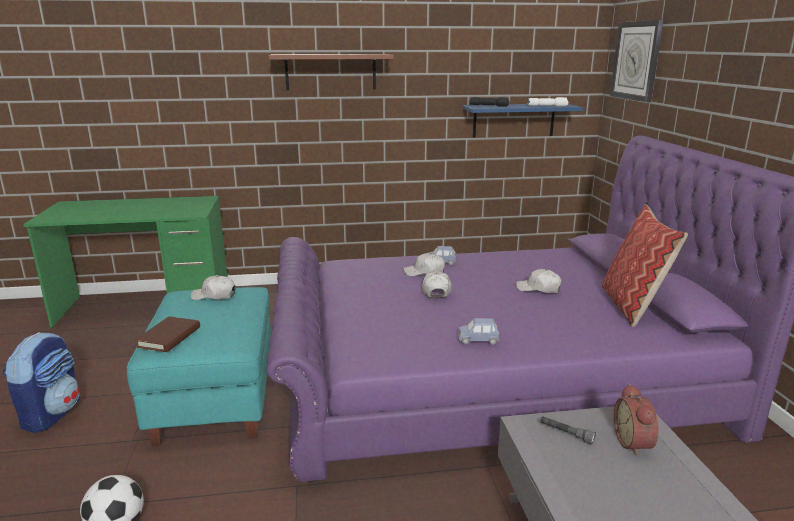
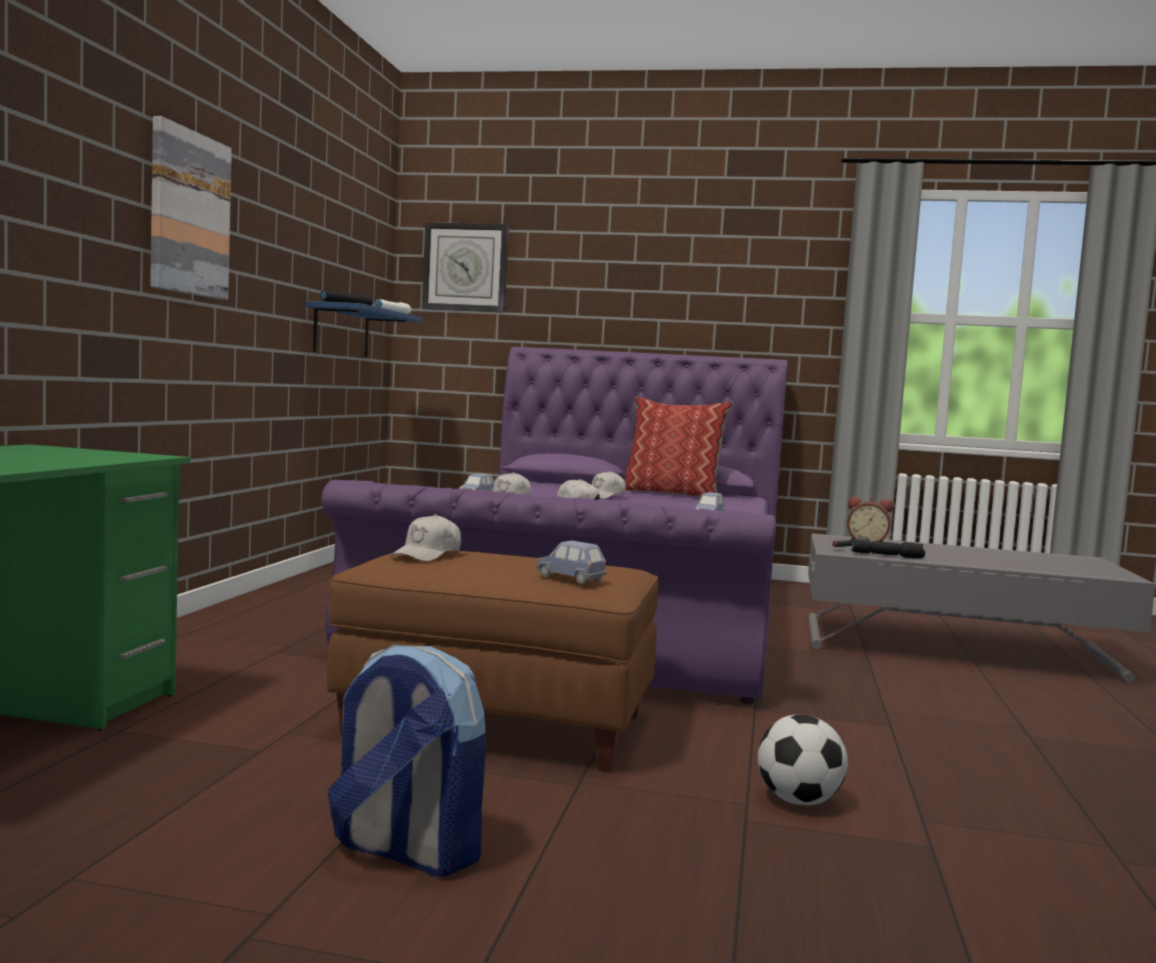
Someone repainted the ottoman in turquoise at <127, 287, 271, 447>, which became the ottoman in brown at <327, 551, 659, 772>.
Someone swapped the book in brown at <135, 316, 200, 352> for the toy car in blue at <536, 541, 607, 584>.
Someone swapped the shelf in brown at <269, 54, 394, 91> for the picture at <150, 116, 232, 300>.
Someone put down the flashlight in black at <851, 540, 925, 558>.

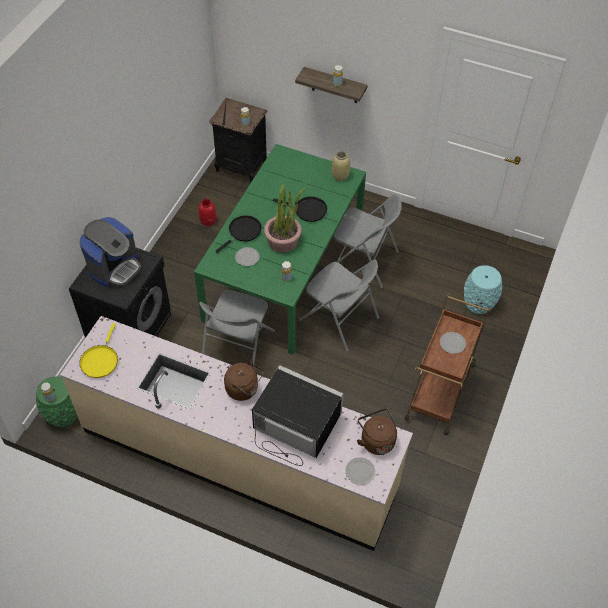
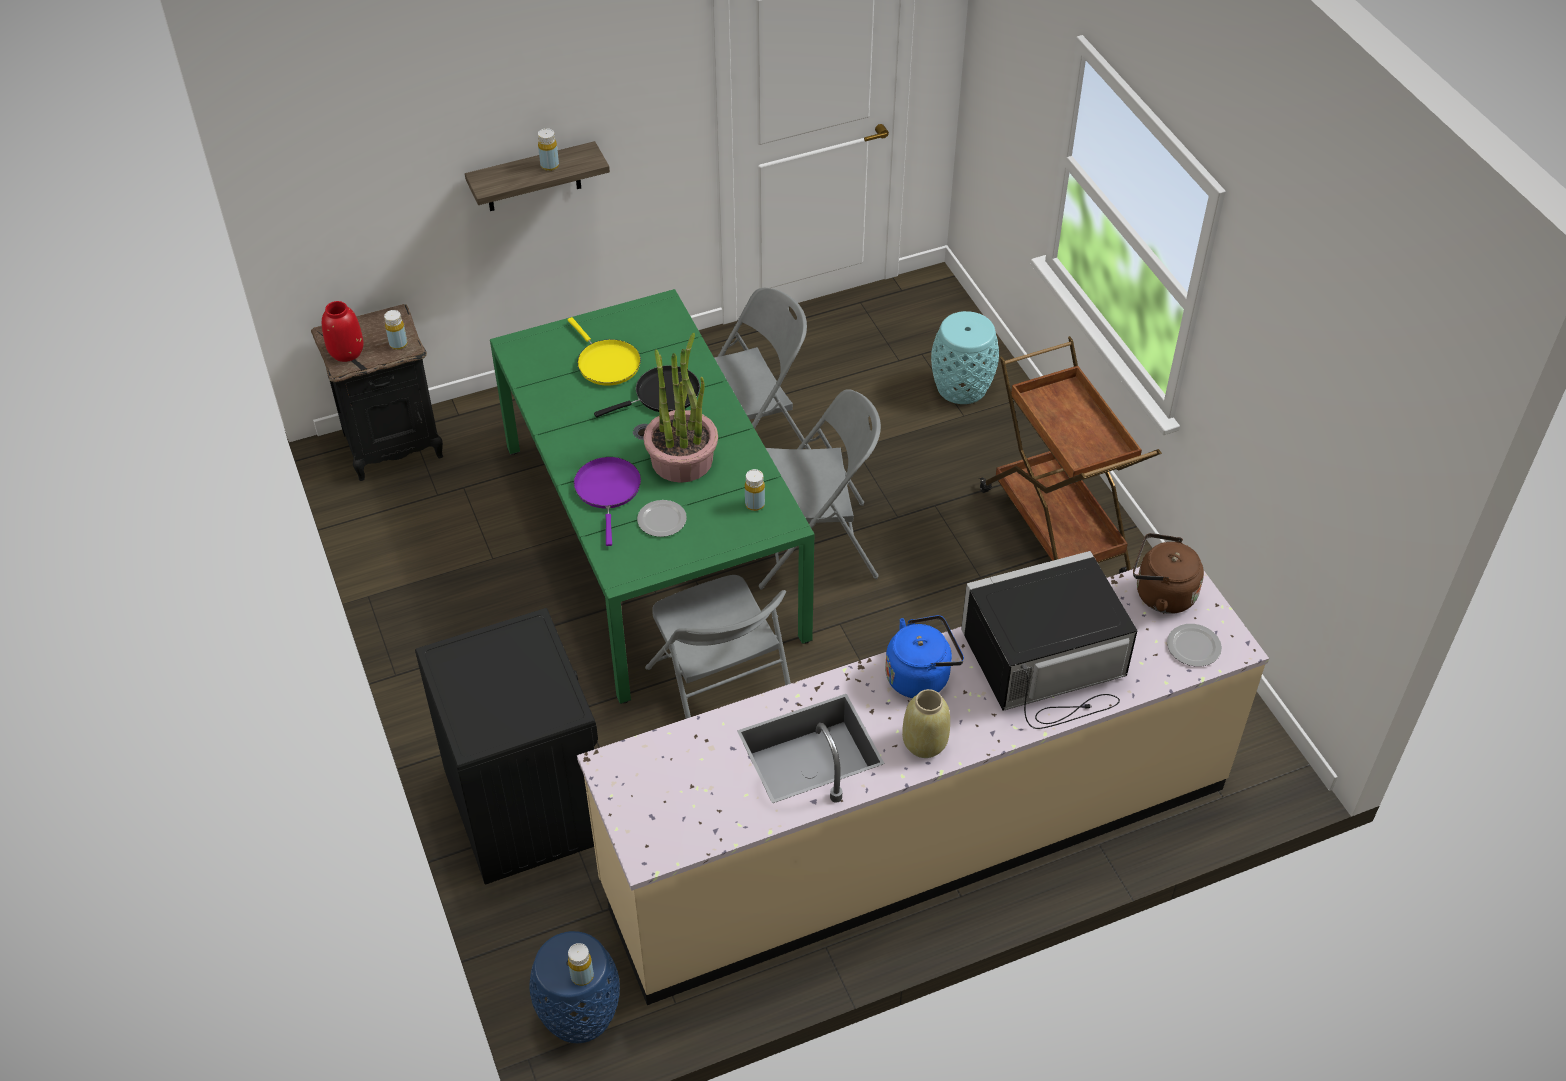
Someone repainted the stool in green at <36, 377, 78, 428>, which became the stool in blue at <530, 931, 620, 1043>.
Someone carried the frying pan in yellow from <79, 323, 118, 378> to <568, 317, 641, 385>.
Someone took away the coffee machine at <80, 217, 141, 288>.
Someone carried the vase in red from <199, 199, 217, 226> to <322, 301, 364, 362>.
Someone repainted the frying pan in black at <216, 215, 262, 253>, which became the frying pan in purple at <574, 457, 641, 546>.
Someone repainted the kettle in brown at <224, 360, 264, 401>, which became the kettle in blue at <885, 615, 964, 698>.
Someone carried the vase in beige from <331, 151, 350, 181> to <902, 689, 950, 758>.
Someone took away the plate at <440, 332, 466, 354>.

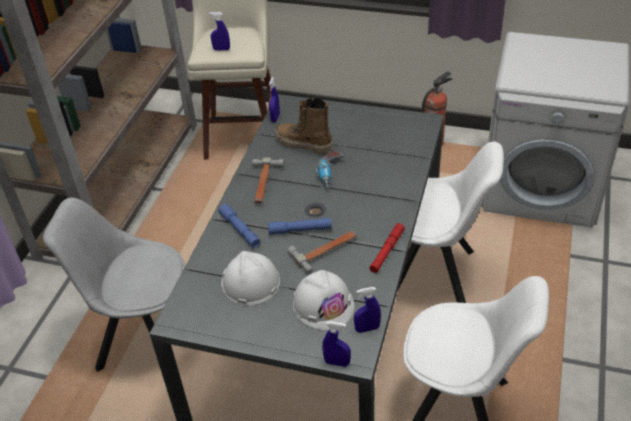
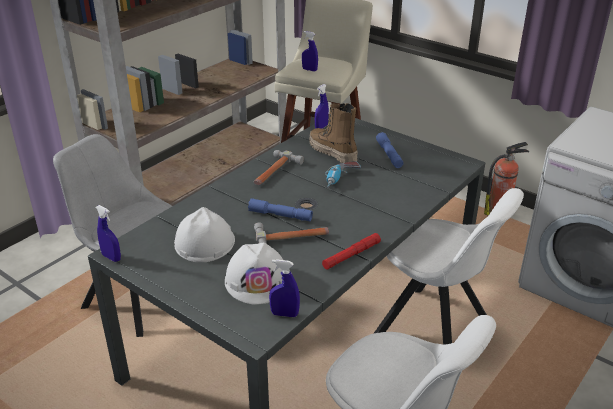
Someone carried the flashlight in blue from <218, 204, 260, 248> to <376, 132, 403, 168>.
Someone carried the spray bottle in blue from <322, 321, 351, 367> to <96, 205, 121, 262>.

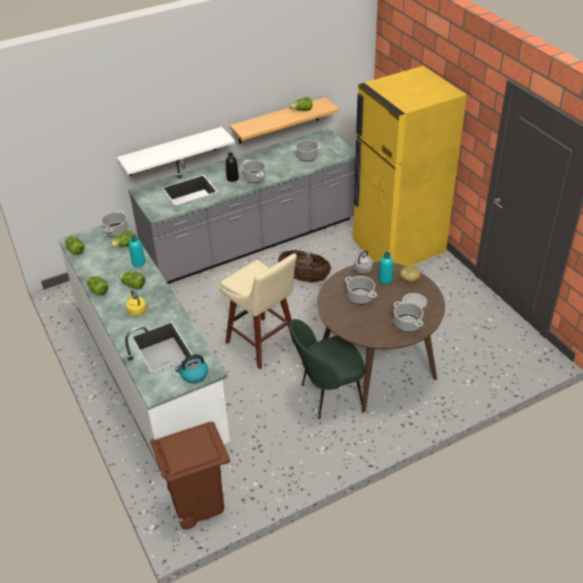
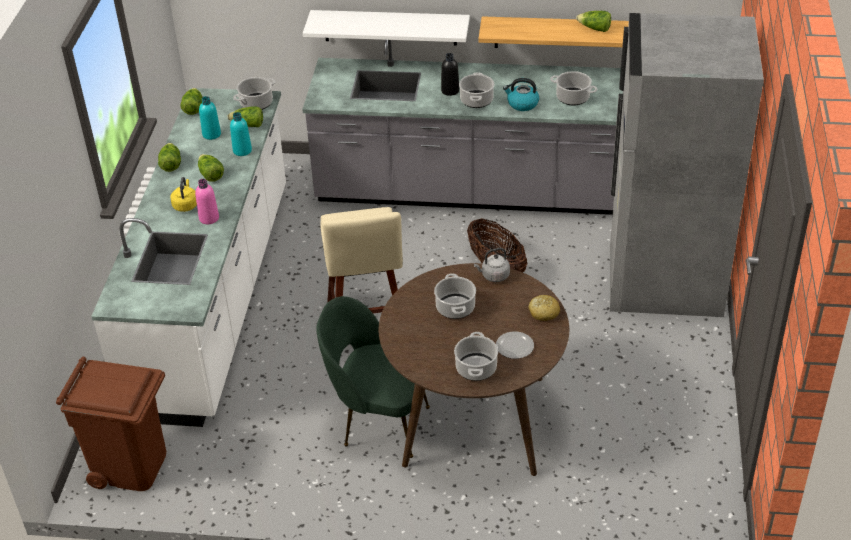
Someone carried the kettle from <175, 354, 208, 383> to <503, 78, 539, 111>.
Someone repainted the fridge in yellow at <353, 66, 467, 266>, which became the fridge in grey at <610, 13, 764, 317>.
Someone carried the bottle in turquoise from <378, 252, 393, 284> to <199, 96, 221, 140>.
Someone put down the bottle in pink at <195, 179, 219, 224>.

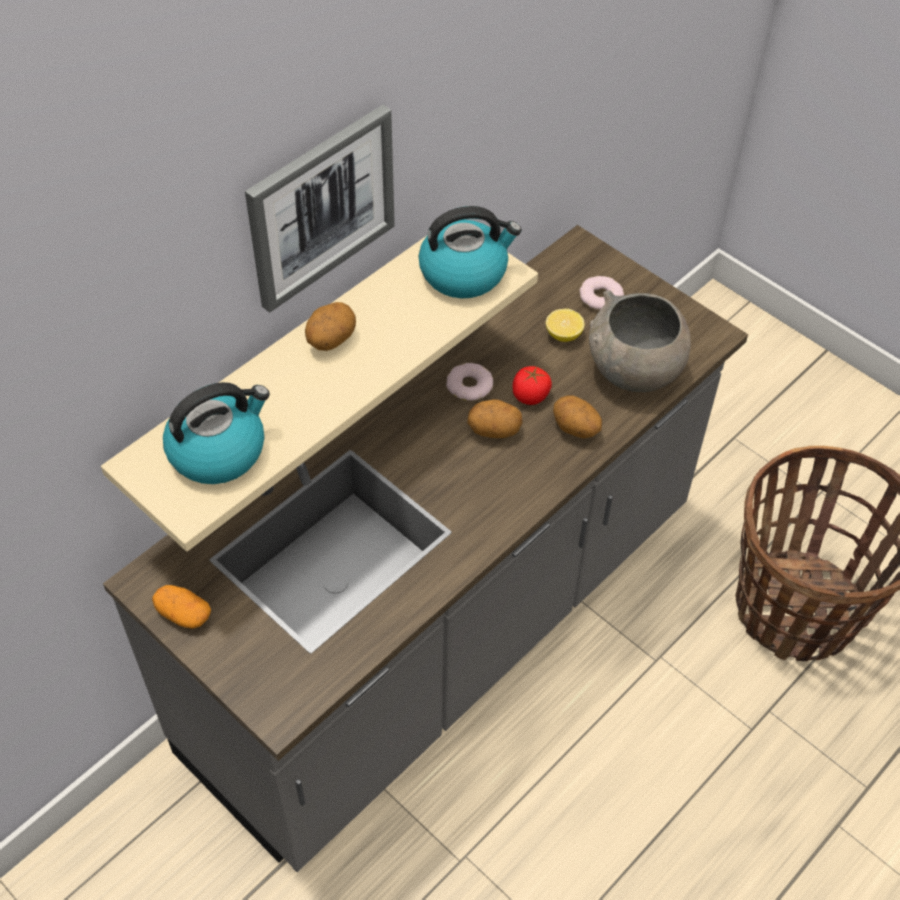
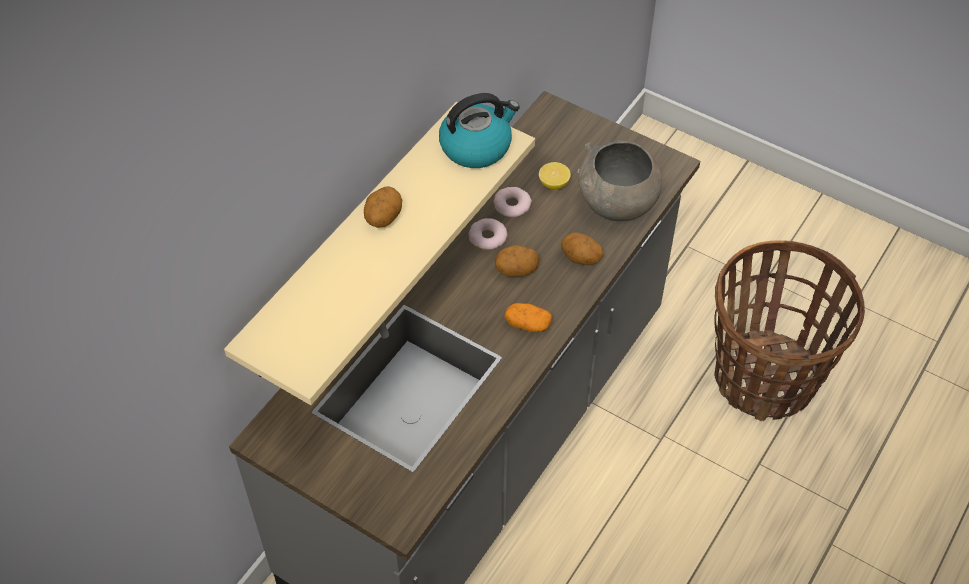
Someone carried the potato from <152, 585, 211, 629> to <504, 303, 552, 332>.
Someone took away the kettle at <163, 382, 270, 484>.
Someone took away the picture at <245, 105, 395, 313>.
Someone took away the tomato at <512, 366, 552, 405>.
Someone carried the donut from <579, 276, 624, 310> to <493, 187, 532, 217>.

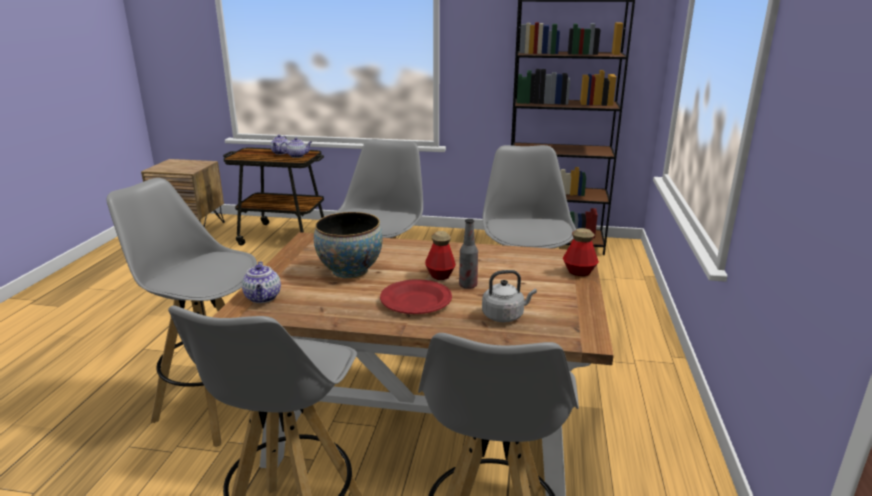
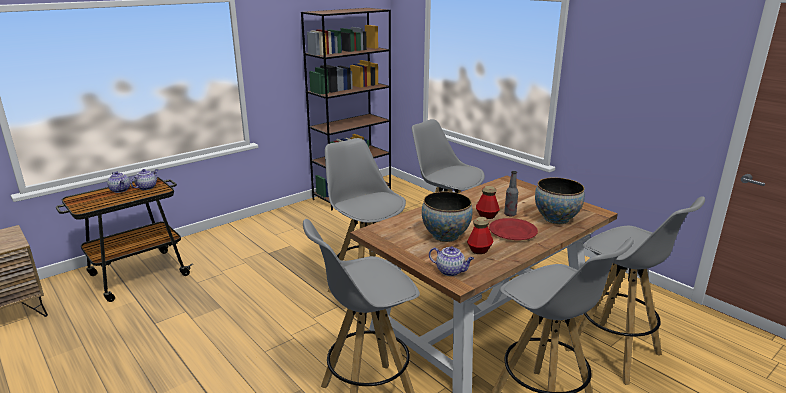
Someone swapped the kettle in grey at <482, 270, 537, 322> for the bowl at <535, 177, 585, 224>.
Someone carried the bottle from <563, 228, 599, 276> to <467, 217, 494, 254>.

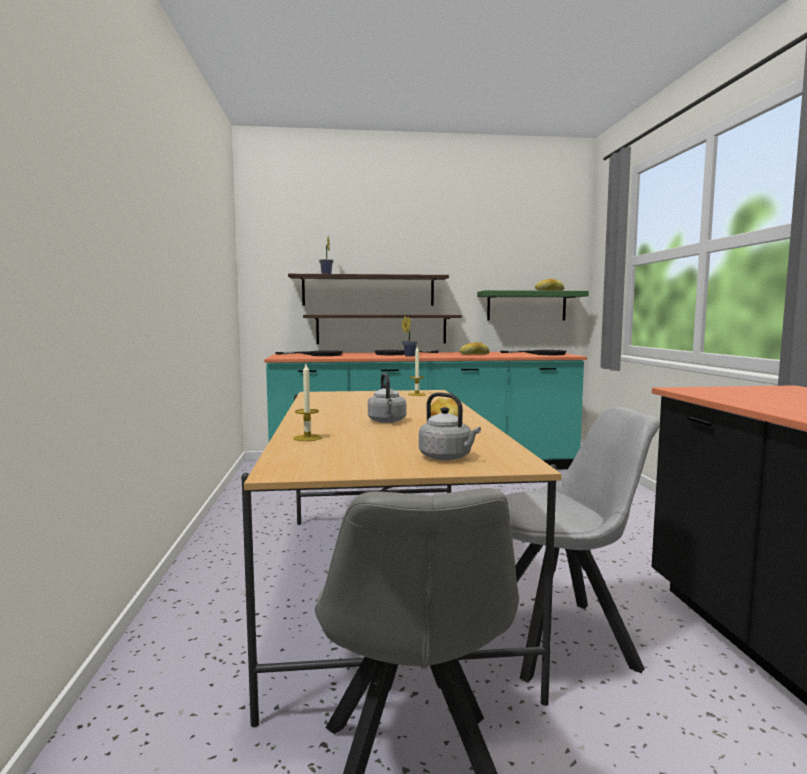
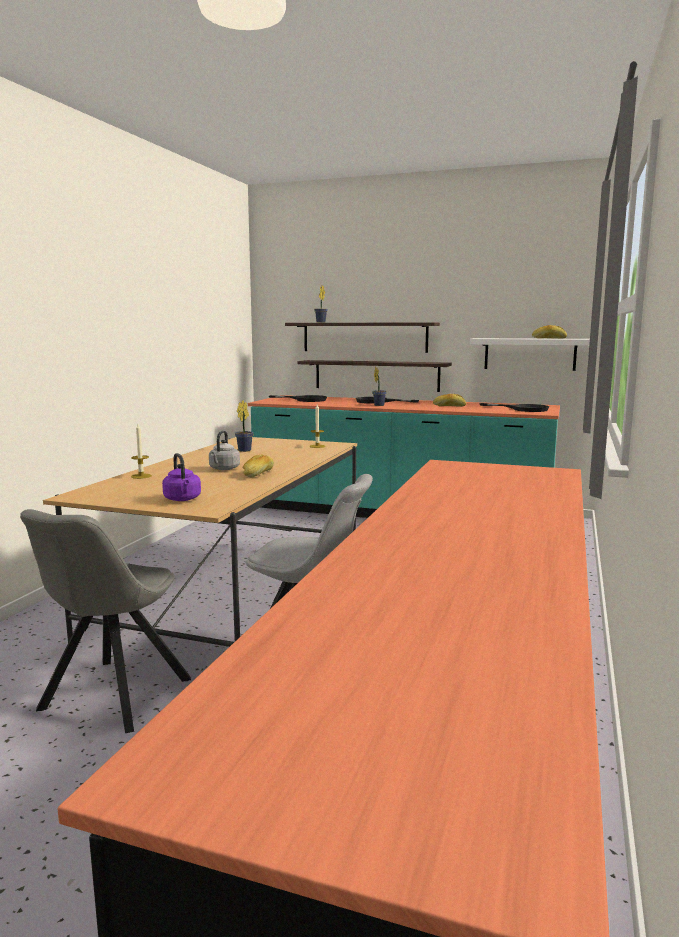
Someone repainted the kettle in grey at <419, 392, 481, 460>, which became the kettle in purple at <162, 453, 201, 501>.
Someone repainted the shelf in green at <477, 290, 589, 320>, which became the shelf in white at <470, 338, 590, 371>.
Someone put down the potted plant at <235, 401, 254, 452>.

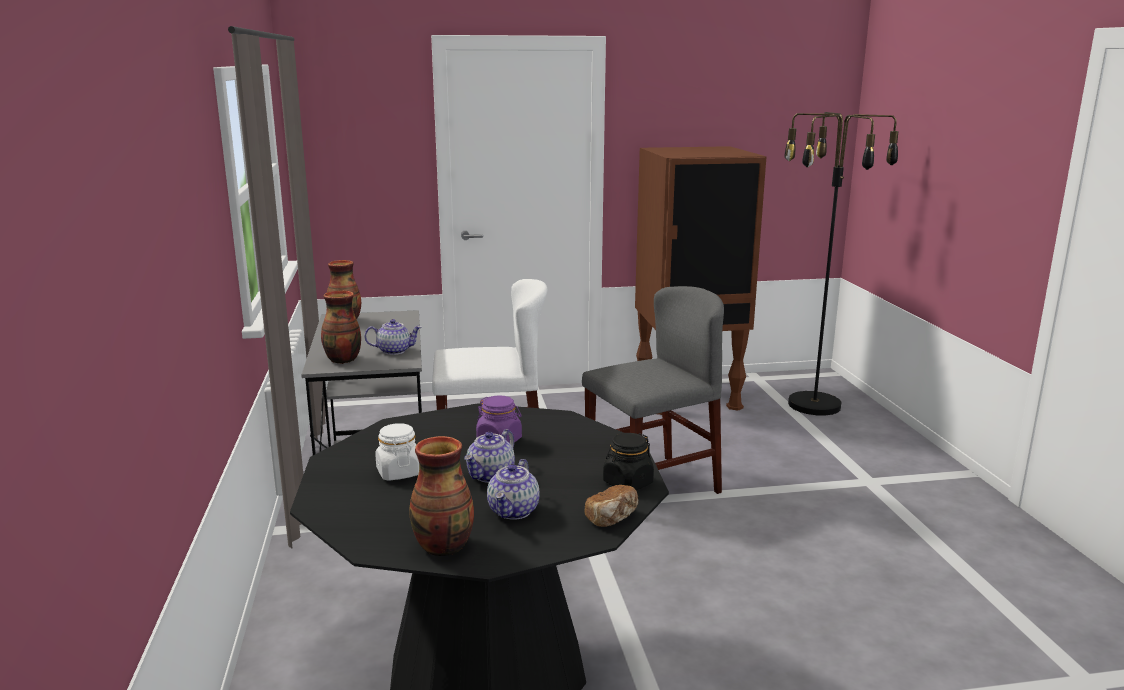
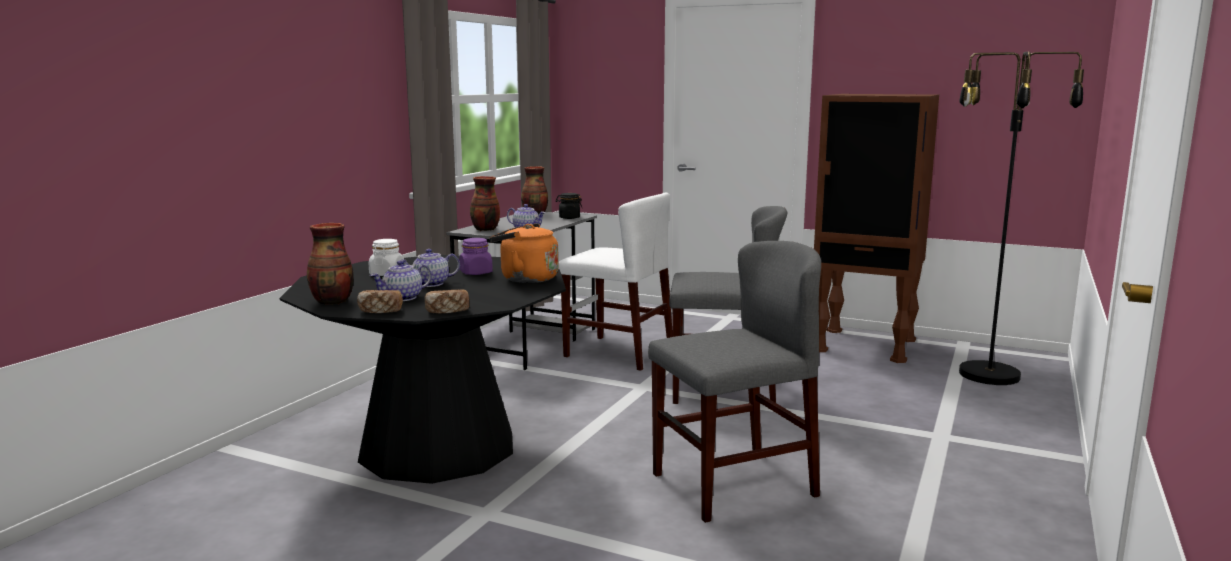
Someone carried the jar in black from <603, 433, 654, 490> to <556, 193, 583, 219>.
Someone put down the bread at <357, 290, 403, 313>.
Someone put down the kettle in orange at <489, 223, 559, 283>.
Someone put down the chair in grey at <648, 241, 821, 523>.

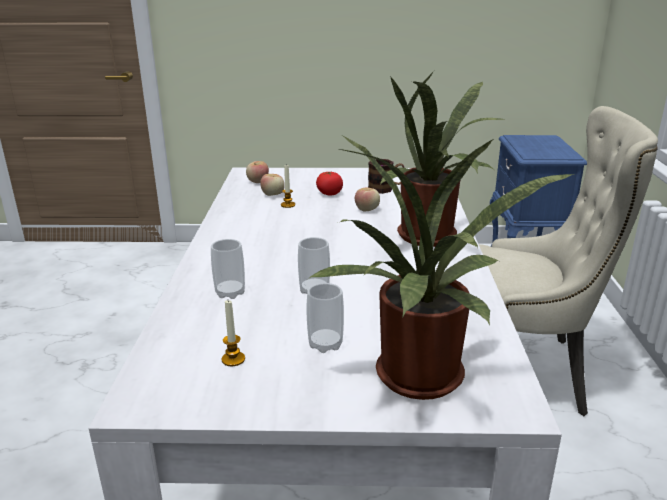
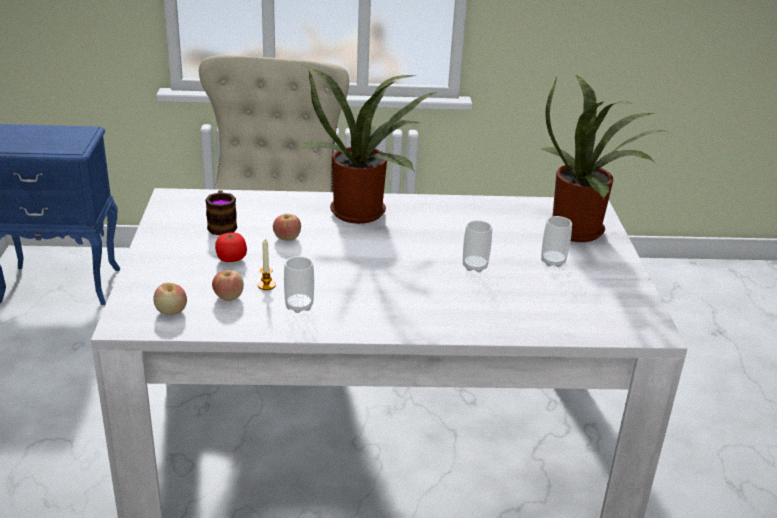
Someone carried the cup from <211, 239, 245, 299> to <284, 256, 314, 313>.
Someone took away the candle at <221, 300, 245, 366>.

